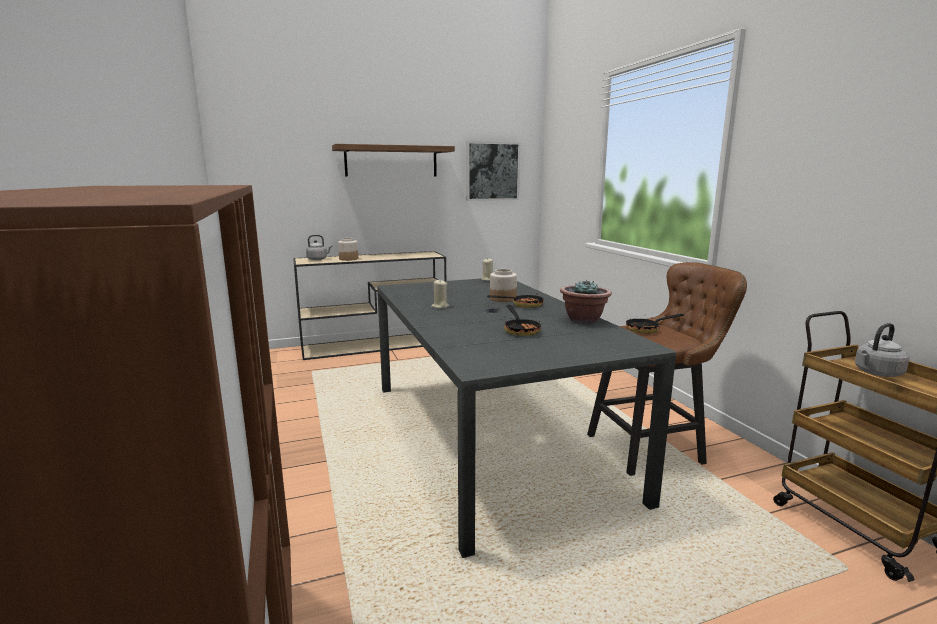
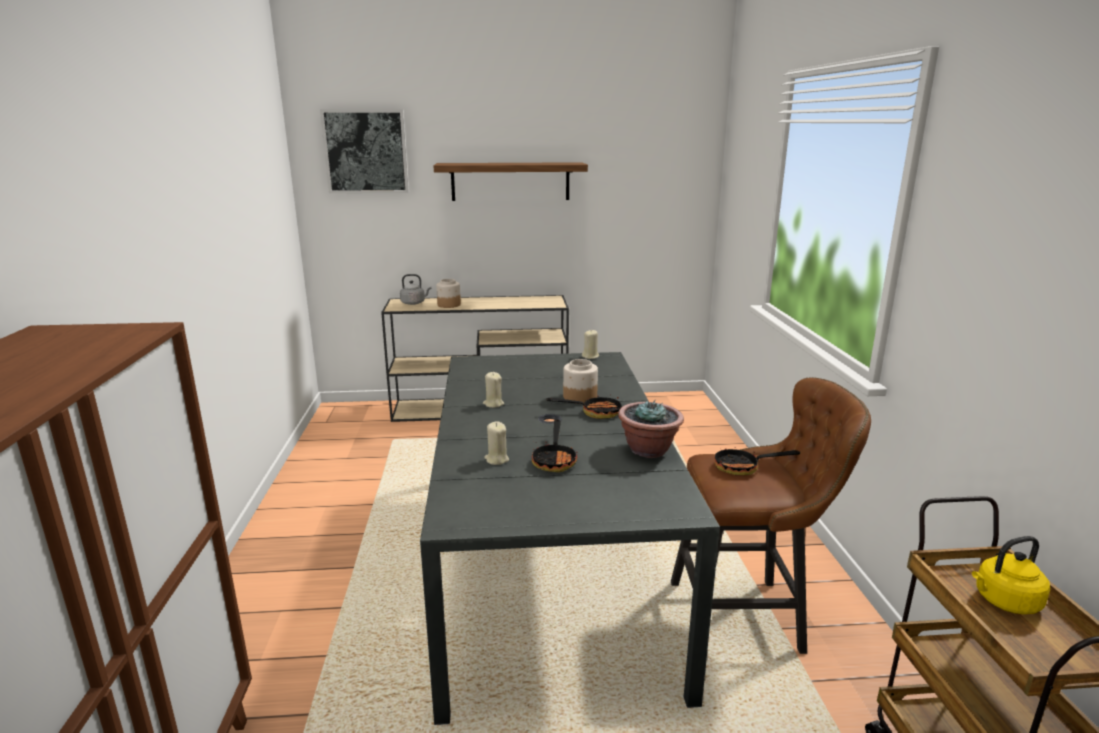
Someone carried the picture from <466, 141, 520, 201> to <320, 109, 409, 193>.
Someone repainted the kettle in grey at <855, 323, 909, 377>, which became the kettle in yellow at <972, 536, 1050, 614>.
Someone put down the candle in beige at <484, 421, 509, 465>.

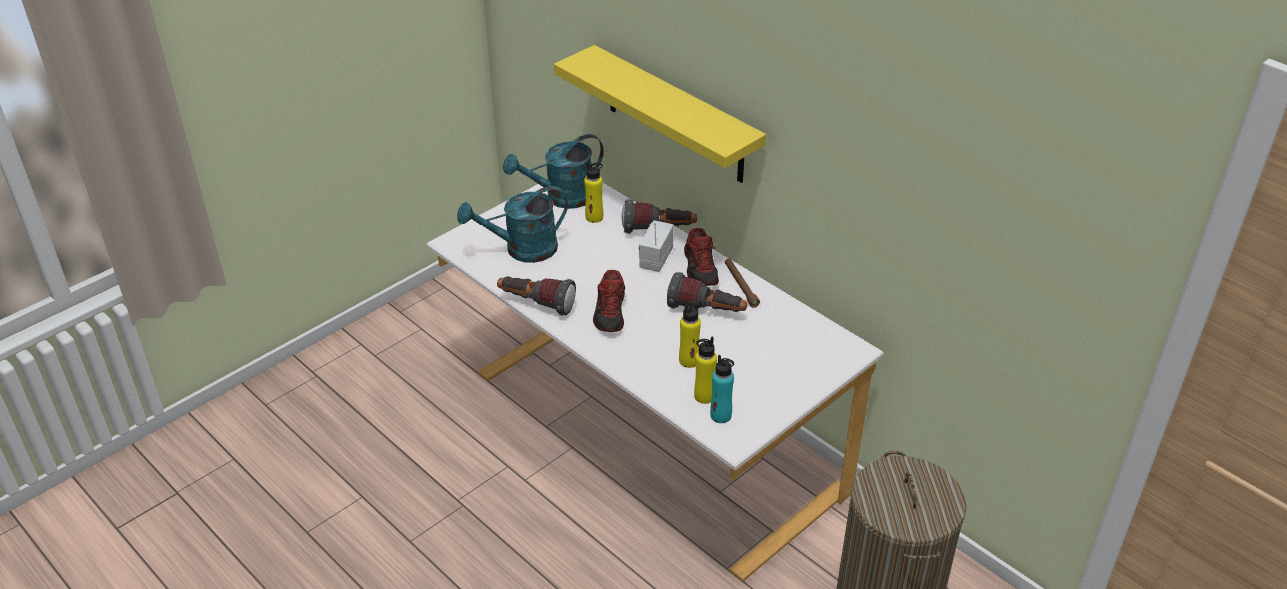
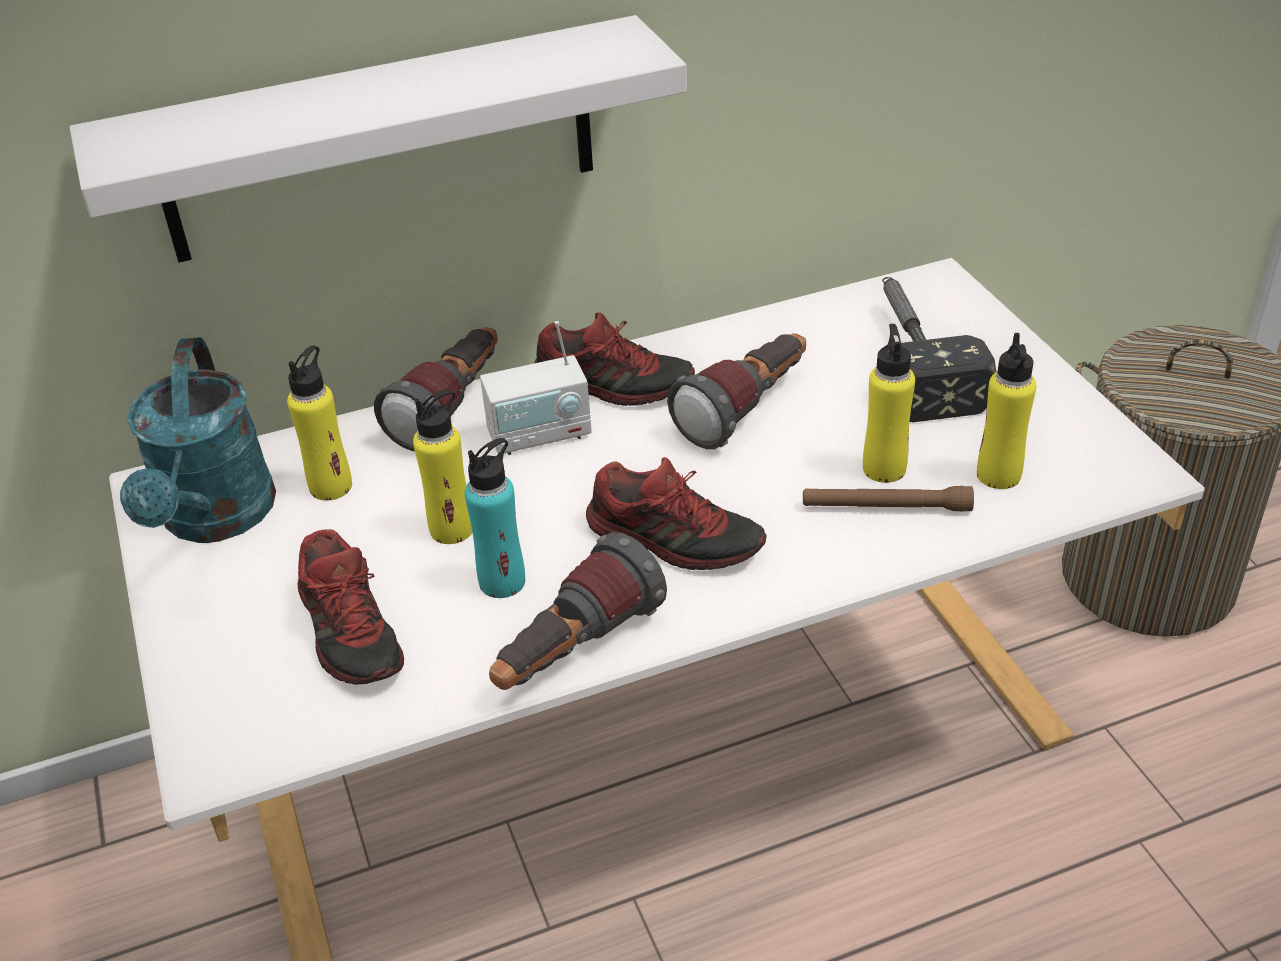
Someone swapped the watering can in turquoise at <457, 186, 568, 263> for the shoe at <298, 529, 404, 685>.
Someone repainted the shelf in yellow at <554, 45, 766, 183>, which became the shelf in white at <70, 15, 687, 263>.
Someone rotated the radio at <638, 220, 674, 272> by 60 degrees counterclockwise.
Someone carried the bottle in turquoise from <710, 355, 734, 423> to <465, 438, 525, 598>.
Someone carried the flashlight in brown from <725, 259, 760, 308> to <803, 486, 974, 512>.
Someone put down the bottle in yellow at <413, 389, 472, 544>.
Someone put down the hammer at <882, 277, 996, 422>.

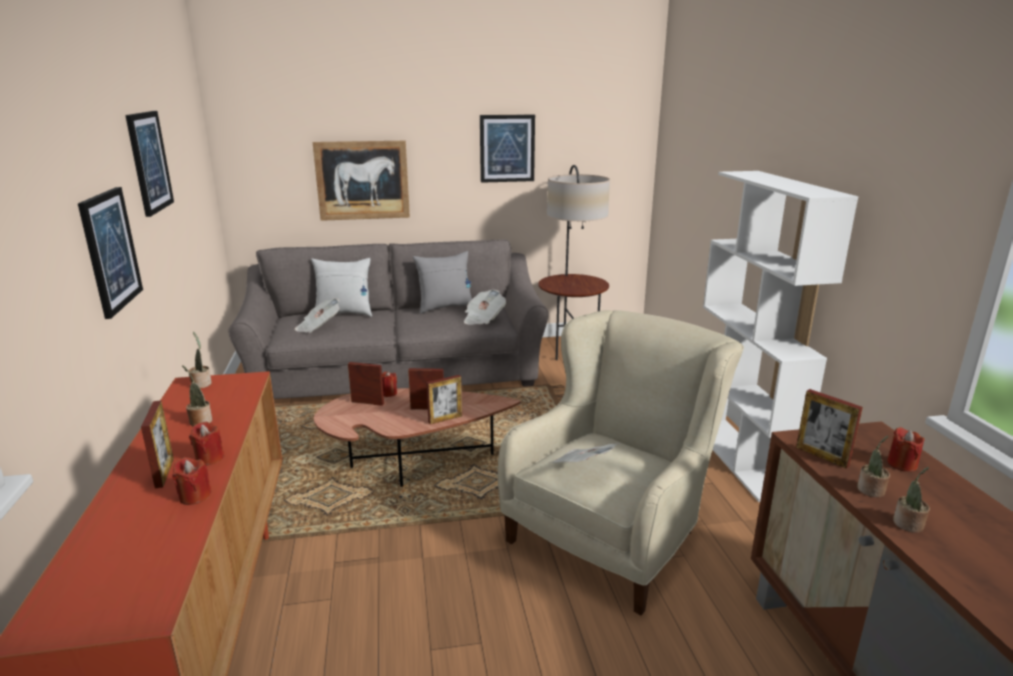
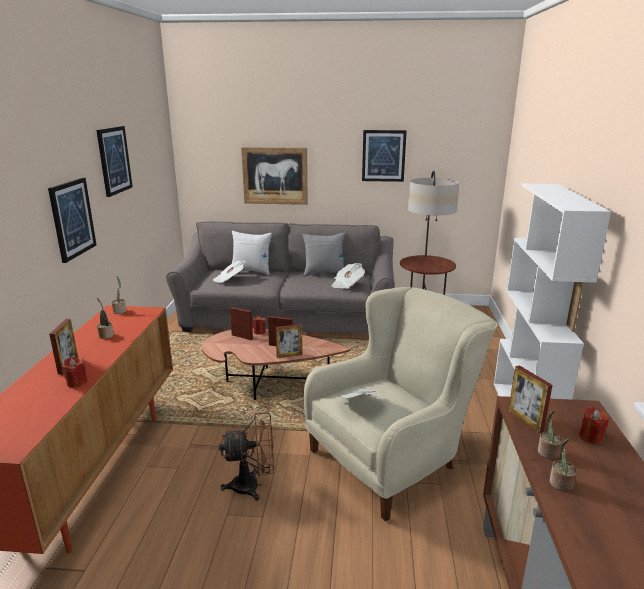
Someone took away the candle in red at <189, 422, 225, 465>.
Someone put down the fan in brown at <219, 412, 274, 501>.

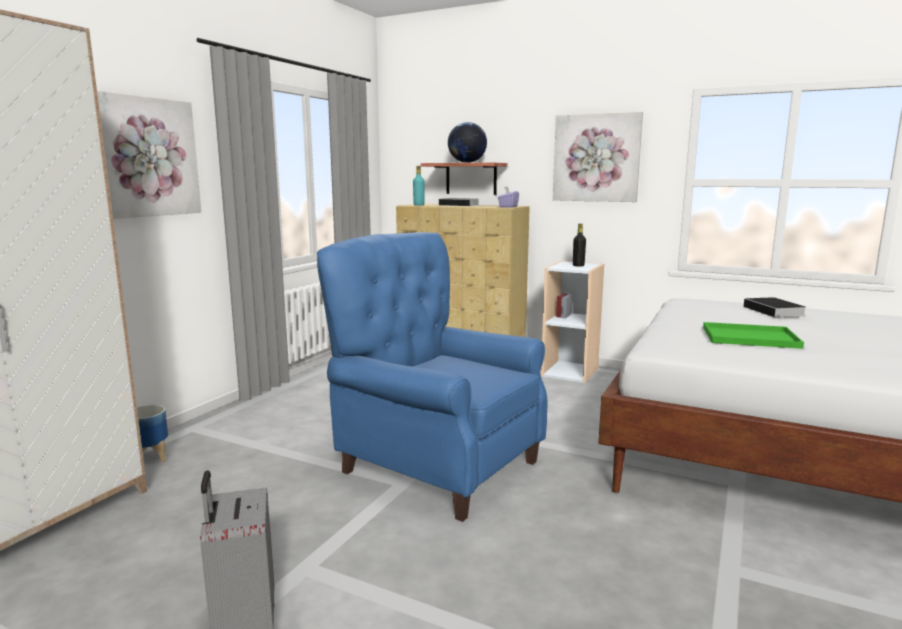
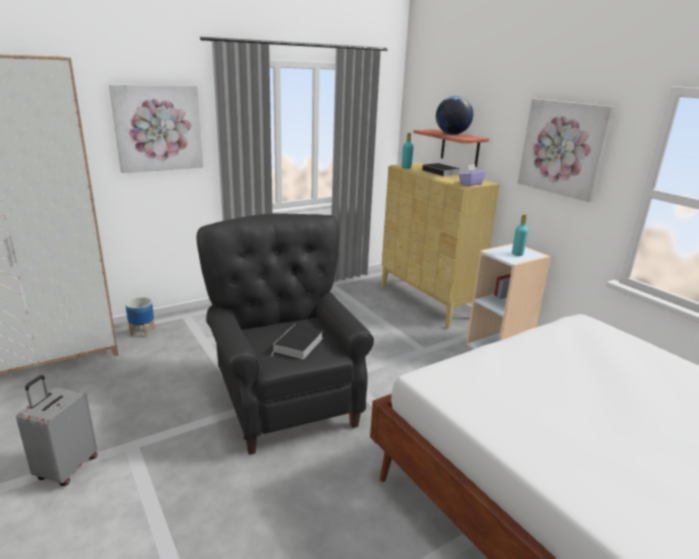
Someone repainted the armchair in blue at <317, 232, 547, 522>, which became the armchair in black at <196, 214, 374, 455>.
Someone repainted the bottle in black at <573, 223, 586, 267>, which became the bottle in turquoise at <512, 214, 528, 256>.
Someone took away the tray in green at <703, 322, 804, 349>.
Someone carried the book from <744, 297, 806, 319> to <271, 324, 323, 359>.

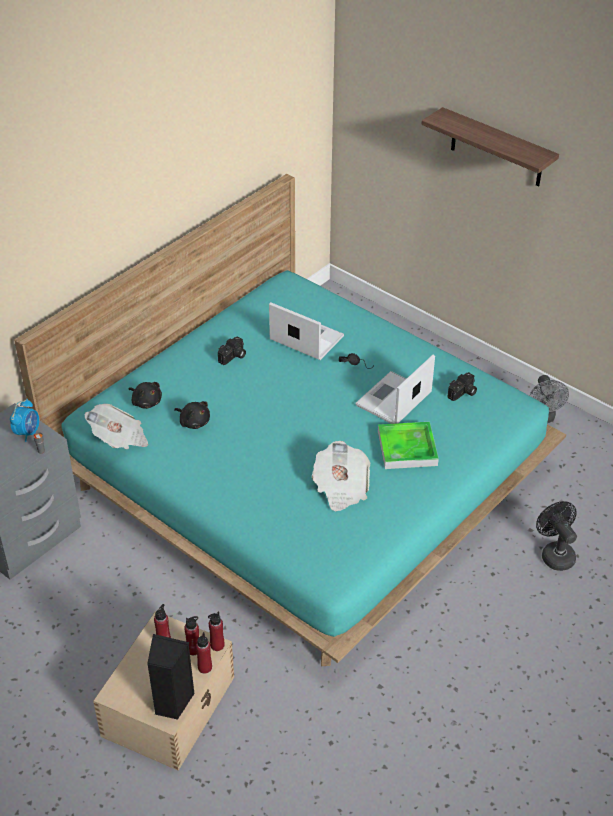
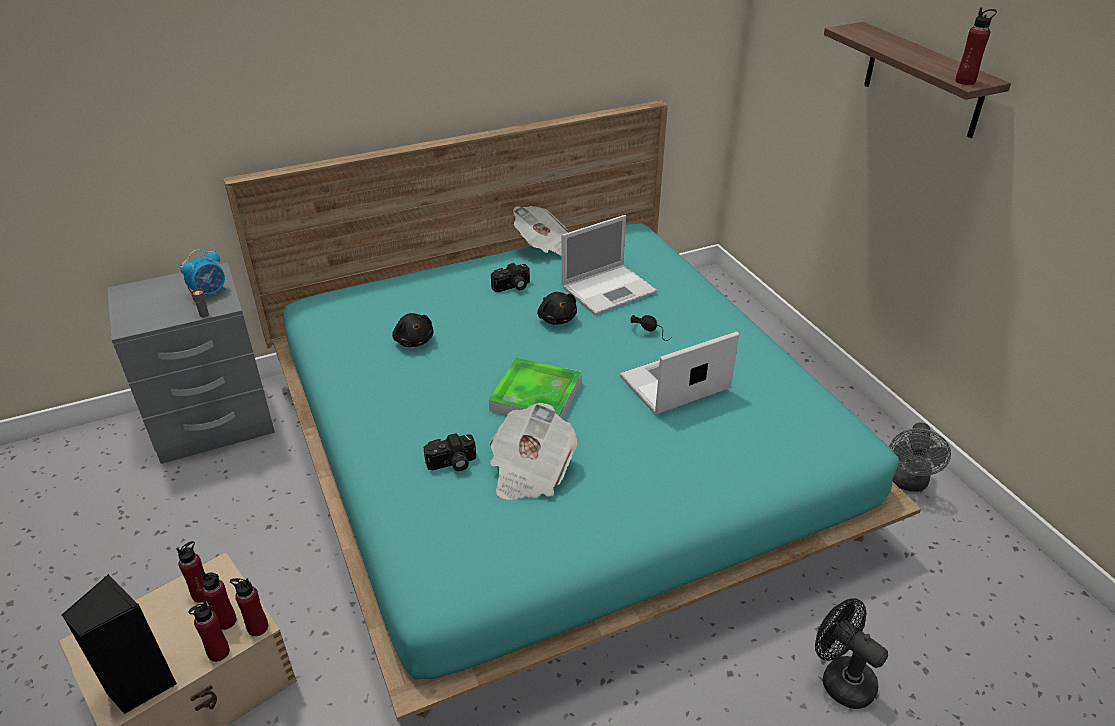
Someone carried the newspaper from <85, 404, 149, 449> to <513, 206, 569, 255>.
Someone carried the plush toy in black from <128, 382, 162, 409> to <537, 292, 577, 325>.
Someone rotated the laptop at <269, 302, 344, 360> by 90 degrees clockwise.
Someone carried the tray from <378, 422, 439, 469> to <489, 358, 582, 419>.
Someone carried the photo camera from <447, 372, 477, 401> to <423, 433, 476, 471>.
Someone rotated the fan in black at <536, 501, 577, 571> by 45 degrees counterclockwise.
Someone put down the bottle in red at <955, 7, 997, 85>.

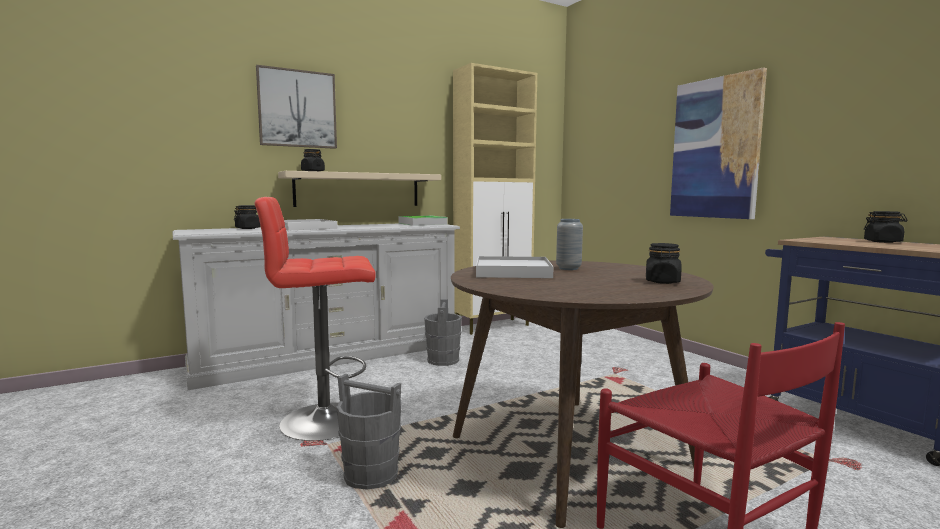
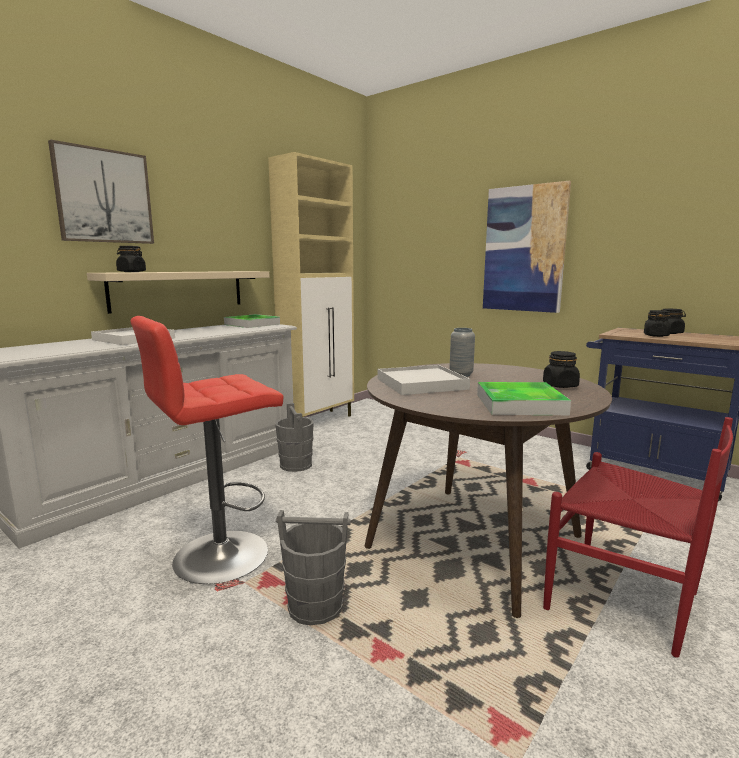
Someone carried the jar in black from <234, 205, 261, 229> to <644, 310, 671, 337>.
Someone put down the tray at <477, 382, 571, 415>.

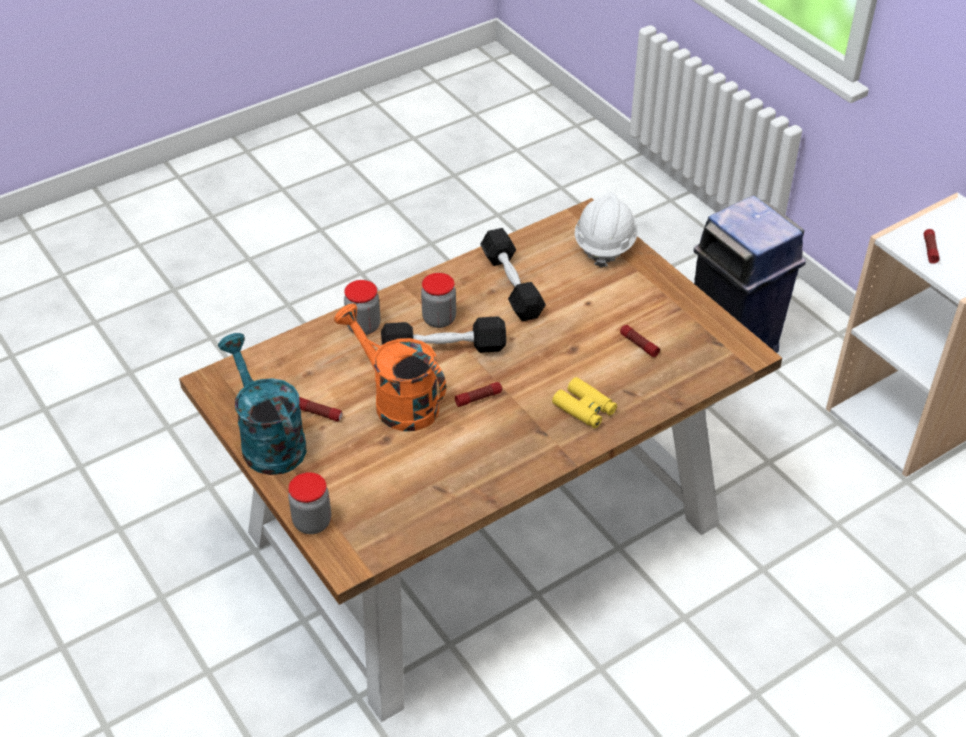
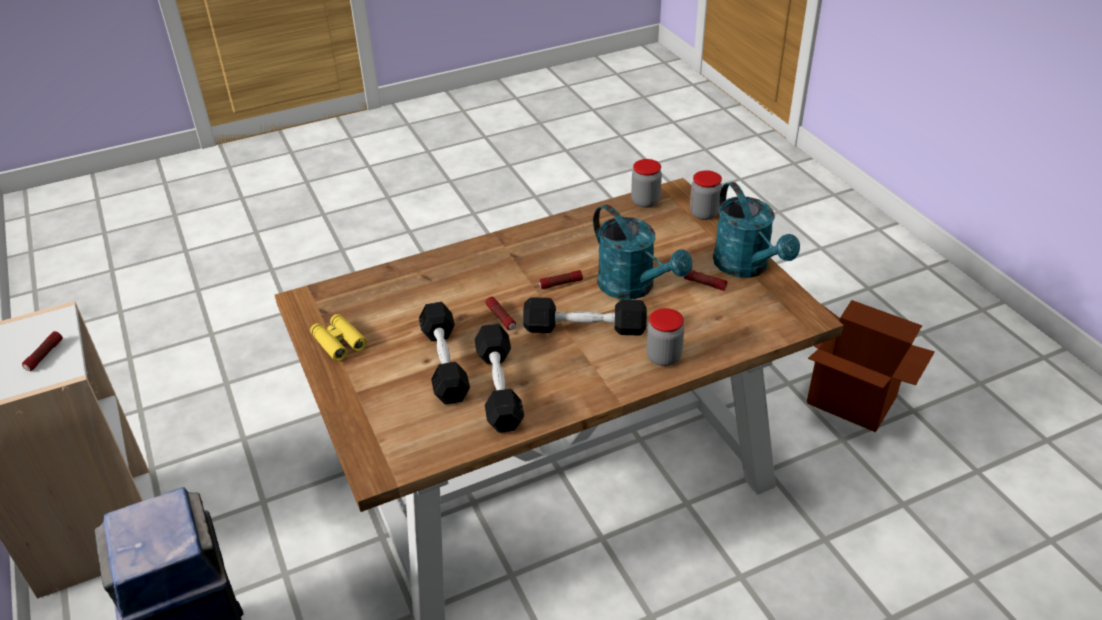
Someone repainted the watering can in orange at <334, 303, 446, 431>, which became the watering can in turquoise at <593, 205, 692, 300>.
Someone carried the jar from <421, 273, 456, 328> to <631, 159, 662, 208>.
Someone carried the binoculars in yellow from <552, 377, 617, 428> to <310, 314, 367, 361>.
Someone took away the hard hat in white at <575, 192, 637, 268>.
Someone carried the flashlight from <620, 325, 660, 357> to <486, 297, 516, 330>.
Someone put down the dumbbell in black at <419, 302, 470, 405>.
Someone put down the cardboard box at <807, 300, 935, 432>.

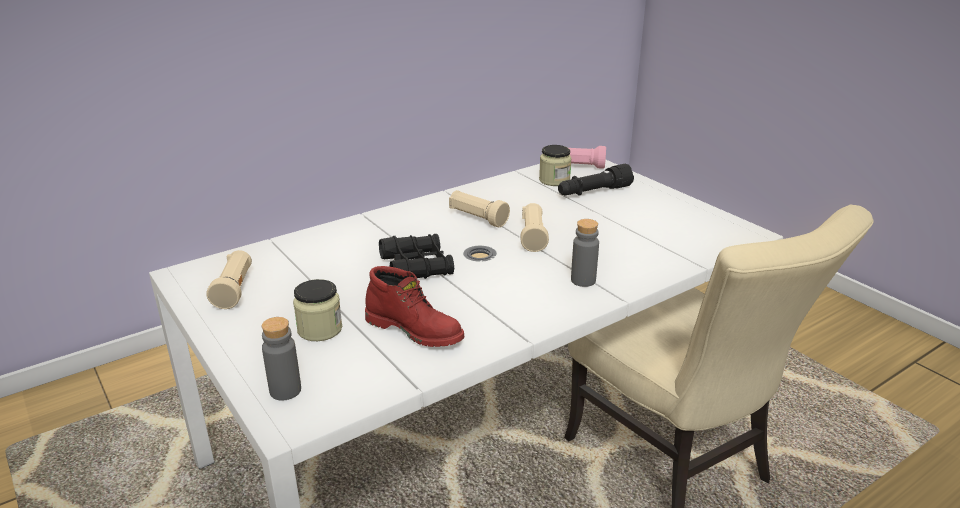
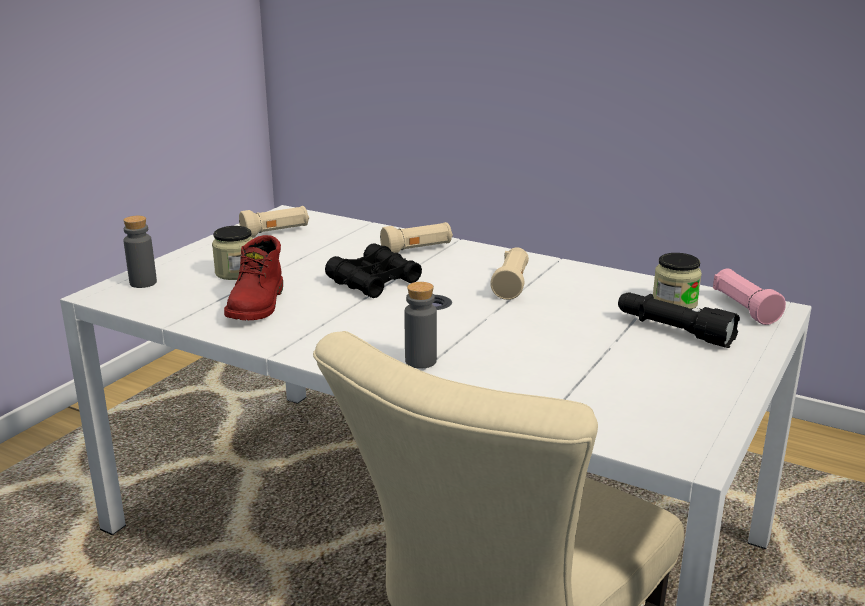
Someone carried the flashlight in beige from <520, 203, 549, 252> to <380, 222, 453, 253>.

